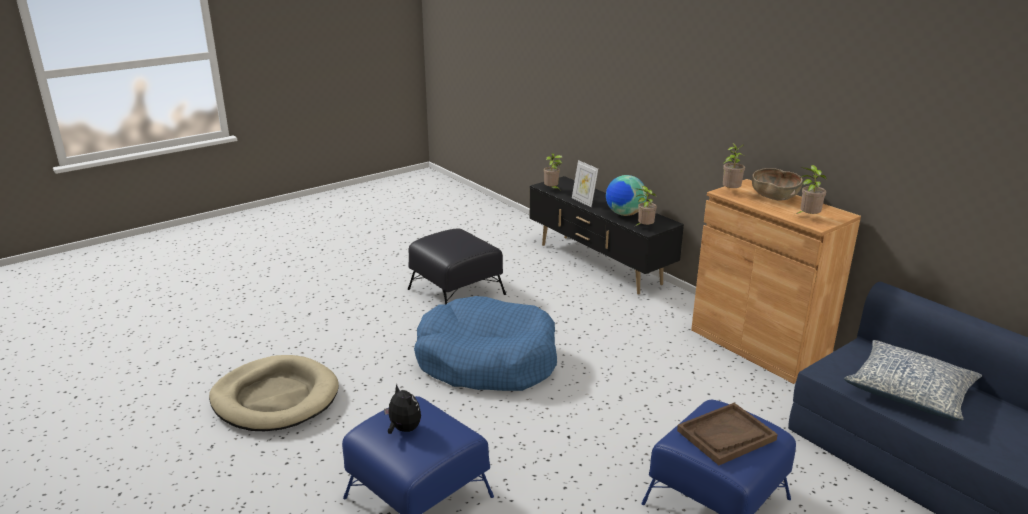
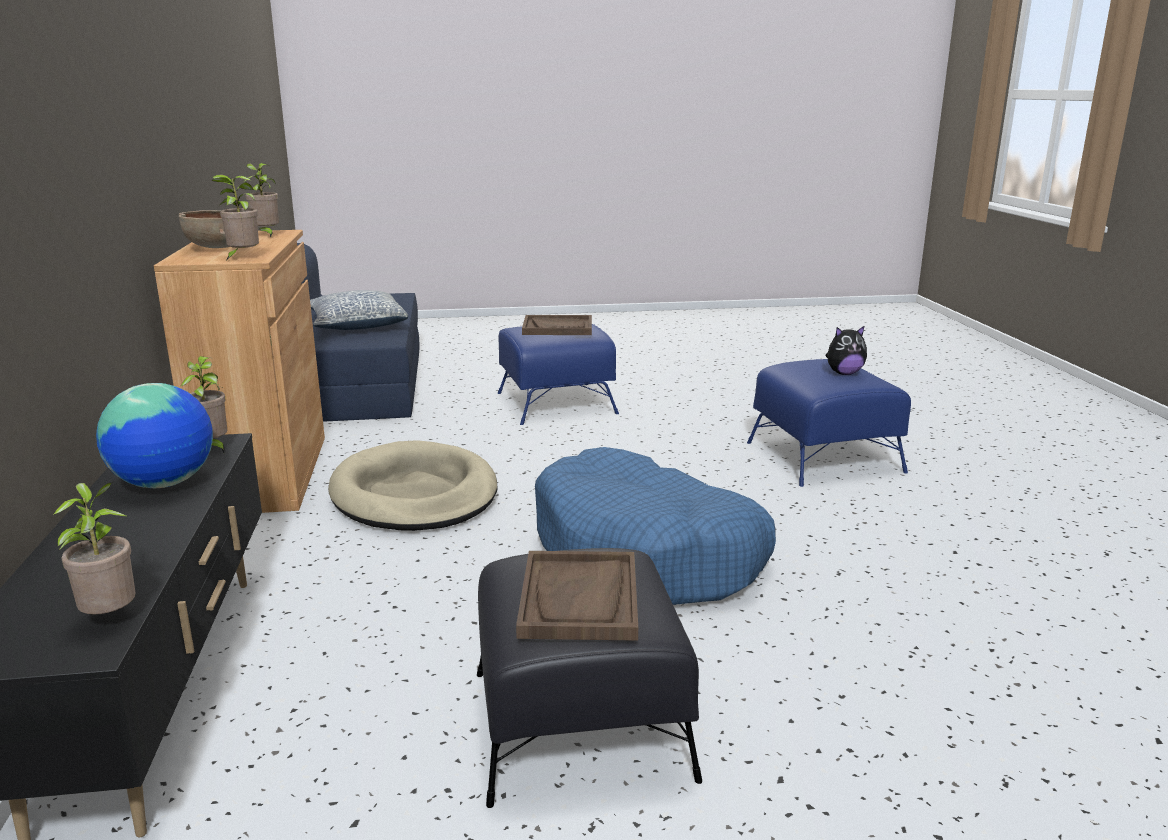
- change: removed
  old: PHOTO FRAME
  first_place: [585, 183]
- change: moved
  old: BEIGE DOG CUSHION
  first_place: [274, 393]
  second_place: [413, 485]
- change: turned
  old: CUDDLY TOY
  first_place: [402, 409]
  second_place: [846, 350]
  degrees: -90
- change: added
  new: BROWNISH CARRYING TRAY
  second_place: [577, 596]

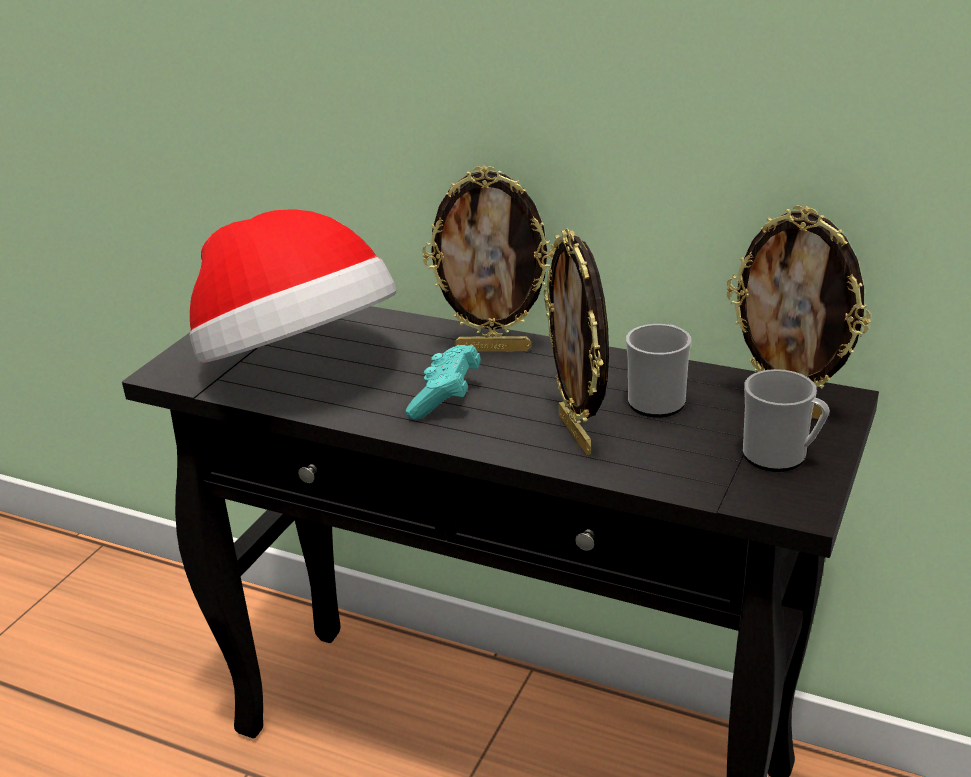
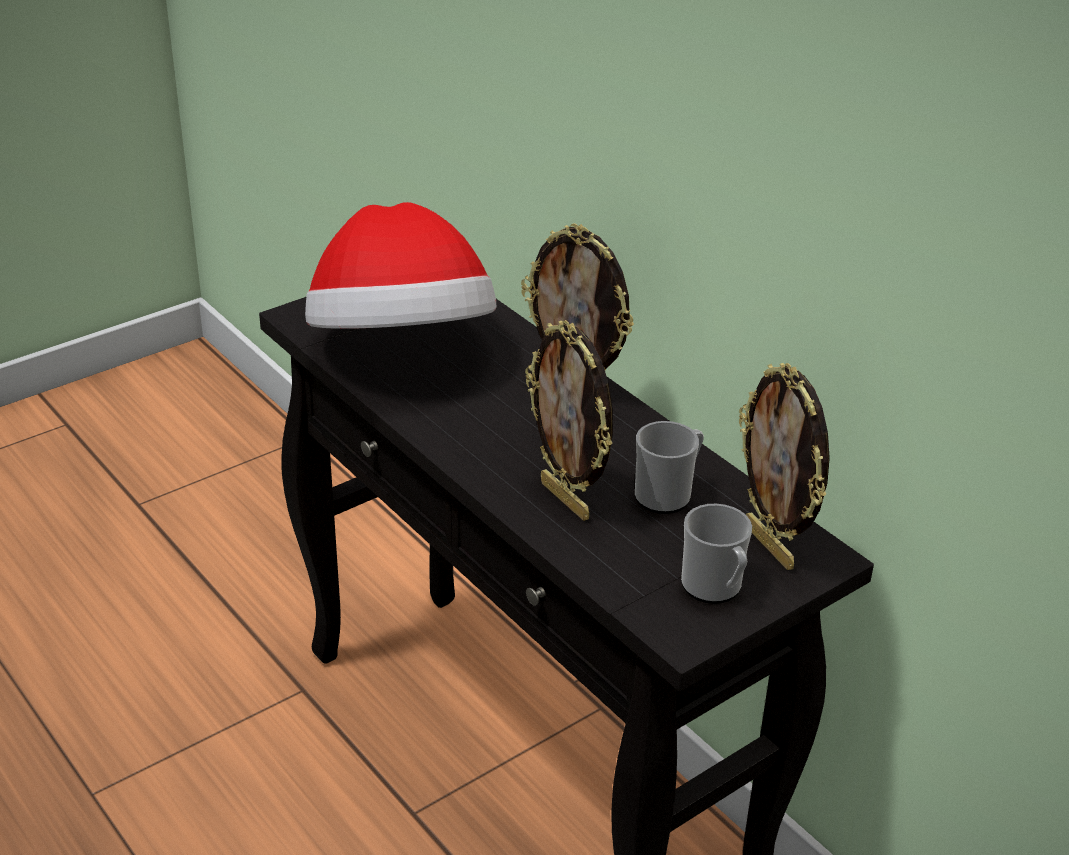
- change: turned
  old: PHOTO FRAME
  first_place: [576, 342]
  second_place: [569, 420]
  degrees: -45
- change: removed
  old: TURQUOISE GAMEPAD
  first_place: [443, 382]

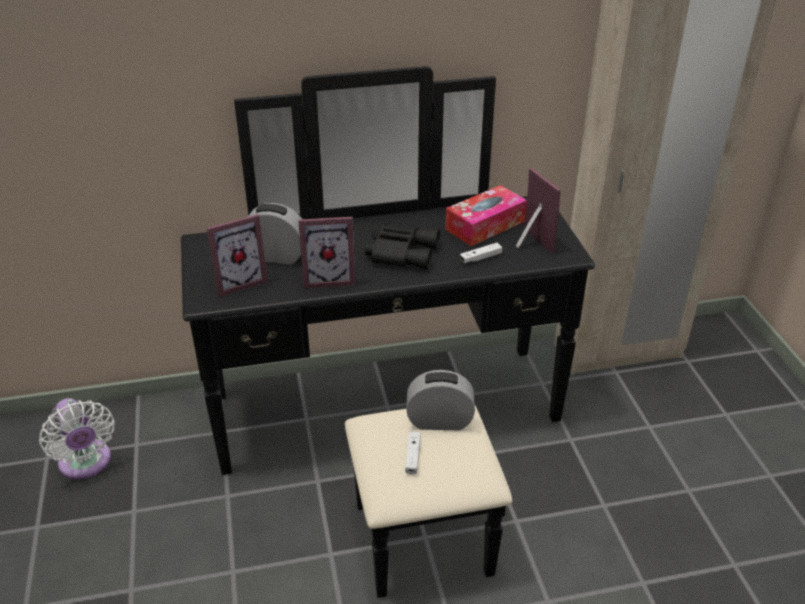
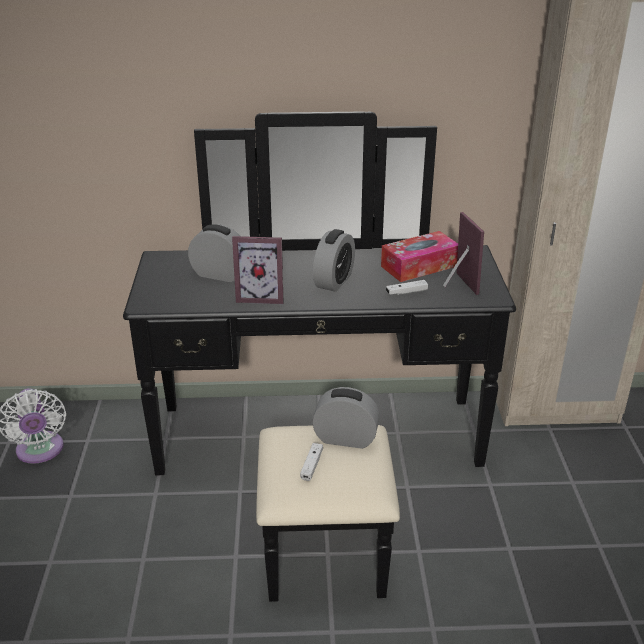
- change: removed
  old: PHOTO FRAME
  first_place: [237, 255]
- change: replaced
  old: BLACKISH BINOCULARS
  new: BEDSIDE CLOCK
  first_place: [402, 246]
  second_place: [334, 260]

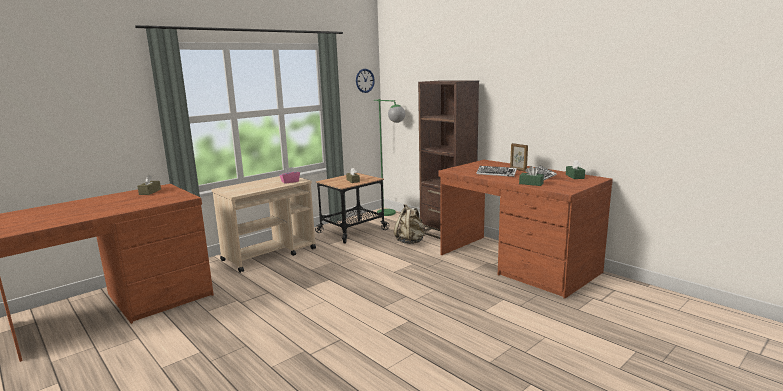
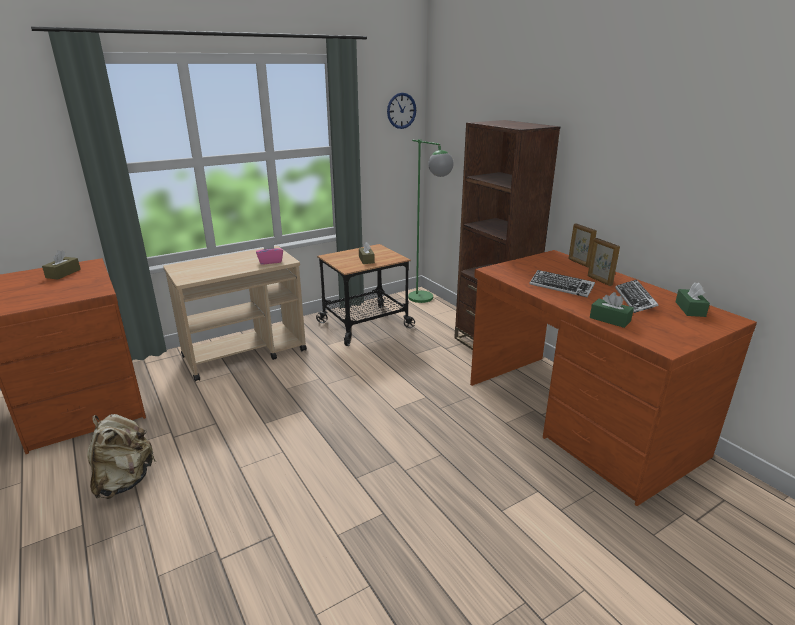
- change: moved
  old: BEIGE RUCKSACK
  first_place: [409, 224]
  second_place: [121, 456]
- change: added
  new: PHOTO FRAME
  second_place: [582, 245]

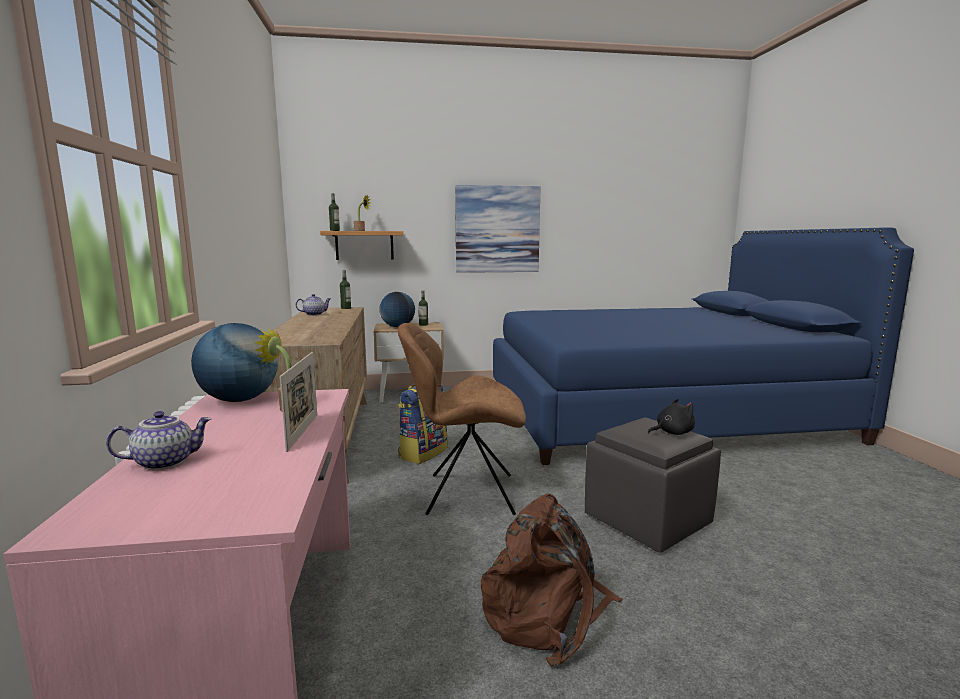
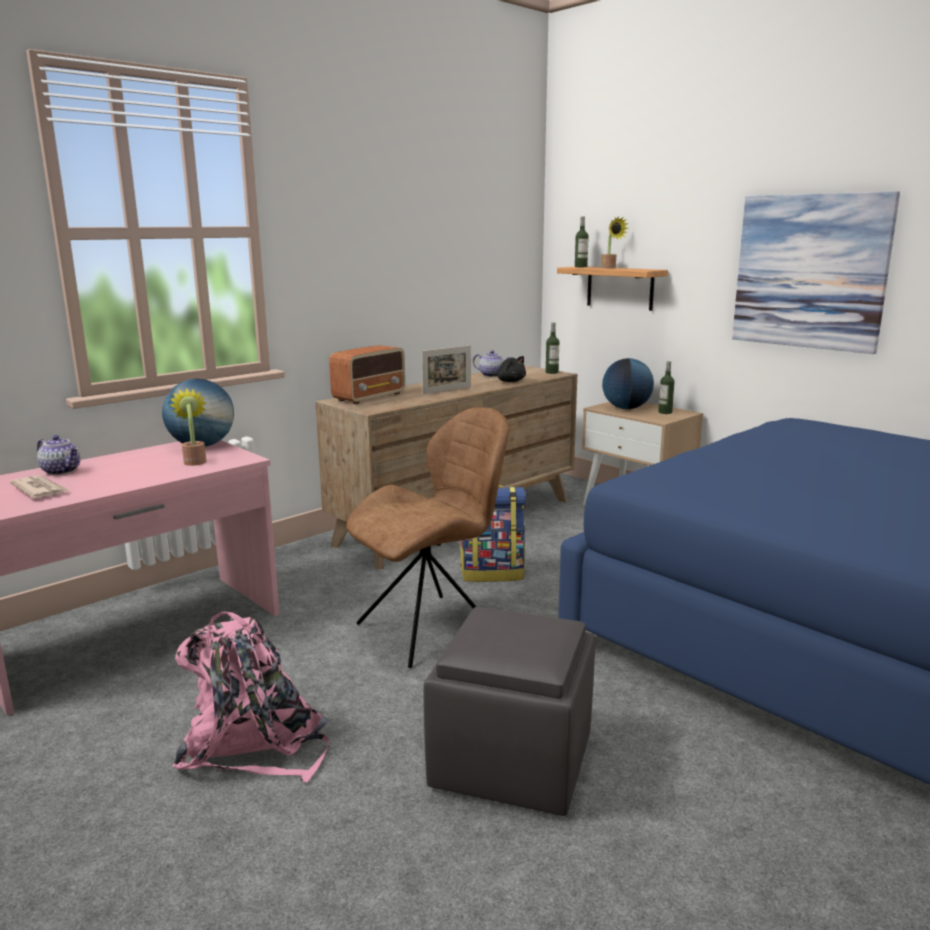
- change: turned
  old: BROWNISH UPRIGHT CHAIR
  first_place: [462, 419]
  second_place: [427, 537]
  degrees: 90
- change: moved
  old: PHOTO FRAME
  first_place: [298, 402]
  second_place: [446, 369]
- change: moved
  old: BLACKISH CUDDLY TOY
  first_place: [671, 417]
  second_place: [508, 369]
- change: recoloured
  old: BROWNISH RUCKSACK
  new: PINK-COLOURED RUCKSACK
  first_place: [551, 580]
  second_place: [250, 697]
- change: added
  new: RADIO RECEIVER
  second_place: [367, 374]
- change: added
  new: PRINTED PAPER
  second_place: [40, 486]

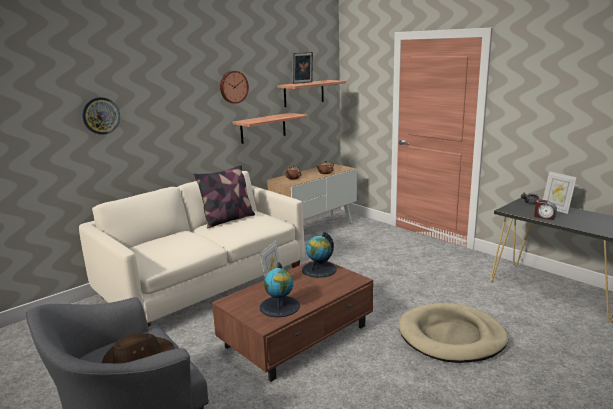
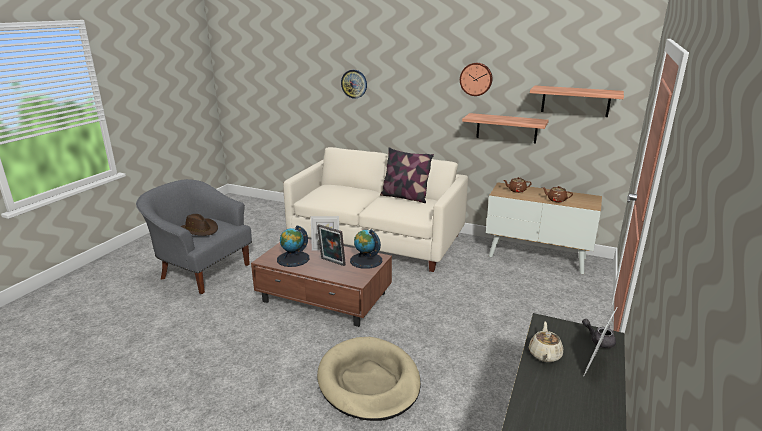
- change: moved
  old: PHOTO FRAME
  first_place: [303, 68]
  second_place: [331, 245]
- change: replaced
  old: BEDSIDE CLOCK
  new: BEIGE TEAPOT
  first_place: [545, 209]
  second_place: [546, 342]

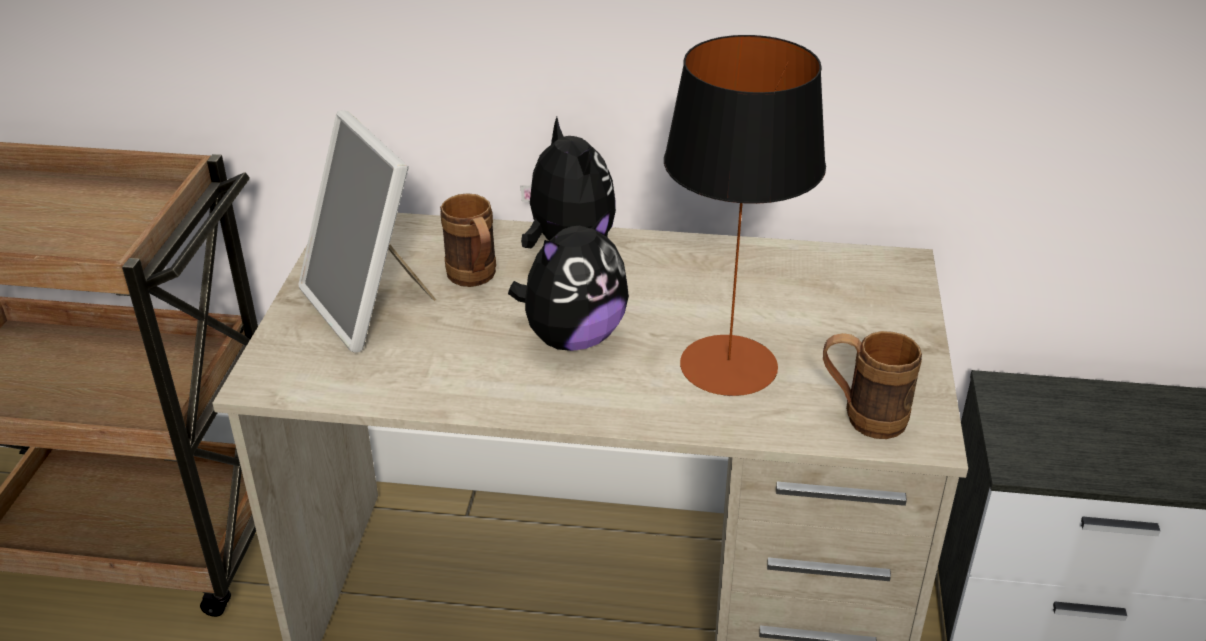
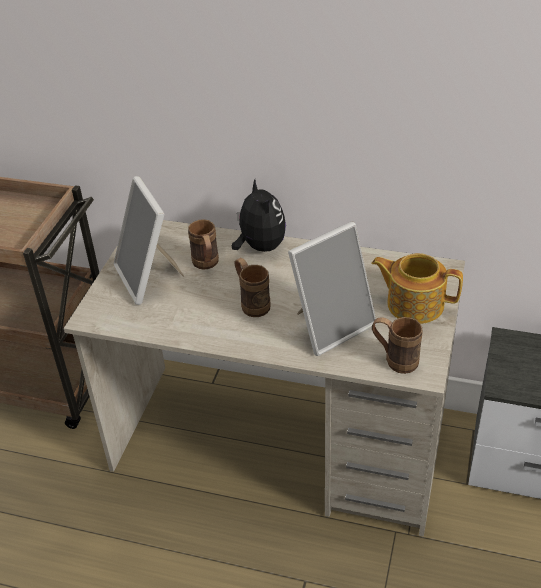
- change: replaced
  old: TABLE LAMP
  new: PHOTO FRAME
  first_place: [745, 215]
  second_place: [332, 289]
- change: replaced
  old: CUDDLY TOY
  new: BROWNISH MUG
  first_place: [568, 280]
  second_place: [252, 287]
- change: added
  new: TEAPOT
  second_place: [417, 288]

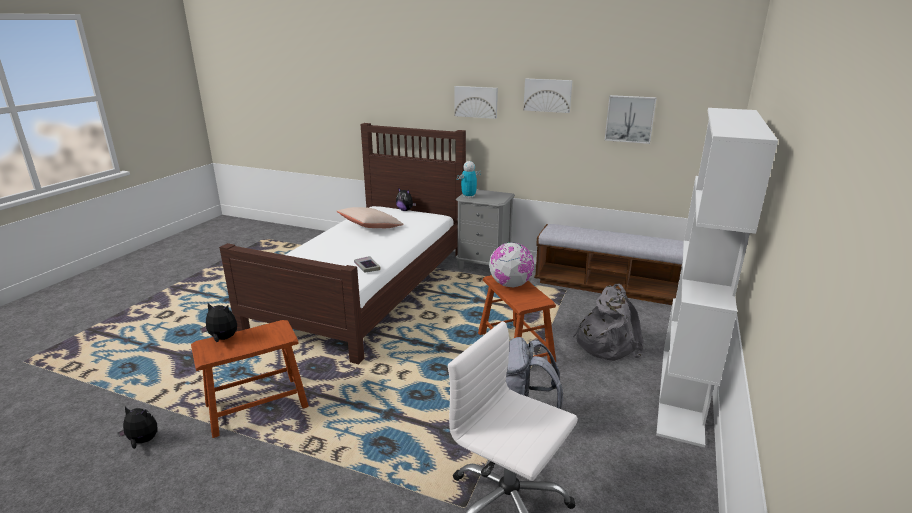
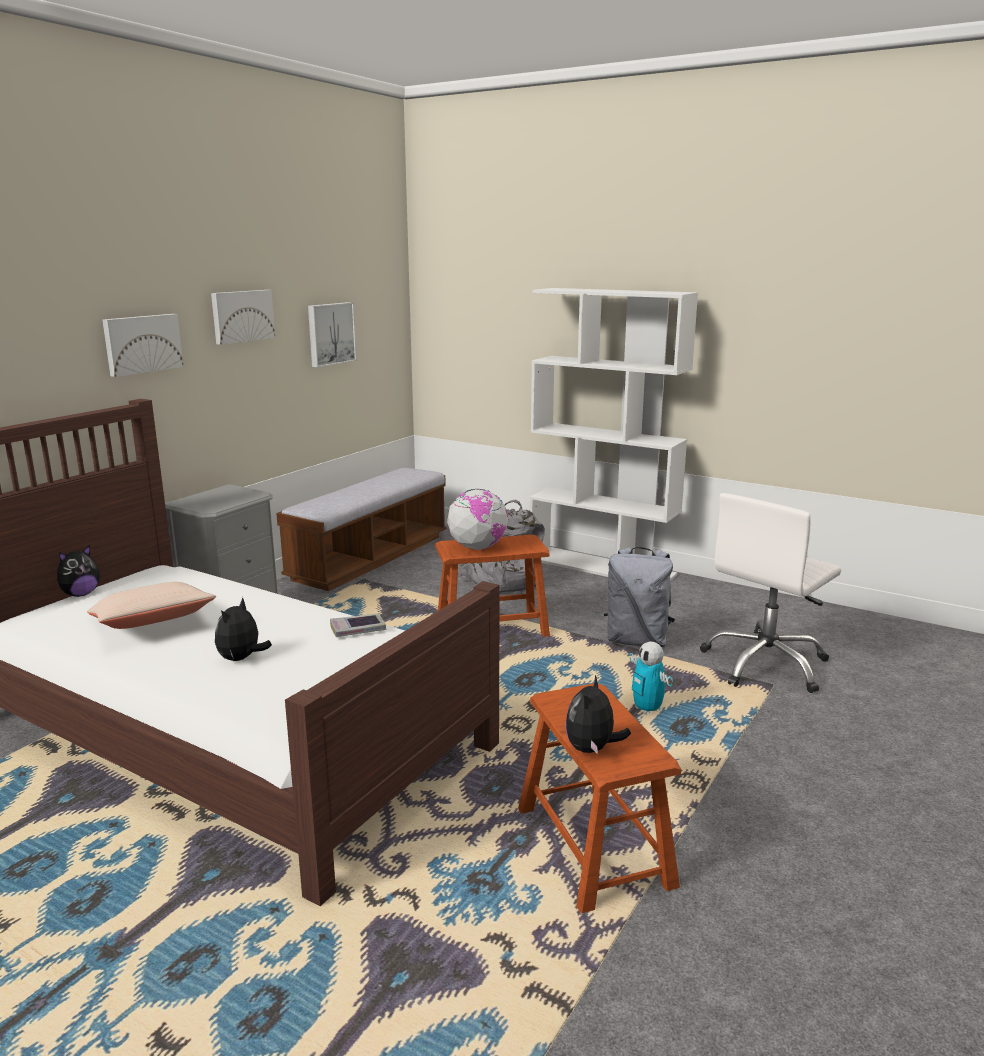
- change: moved
  old: TOY ROBOT
  first_place: [469, 180]
  second_place: [651, 678]
- change: moved
  old: CUDDLY TOY
  first_place: [137, 427]
  second_place: [243, 629]

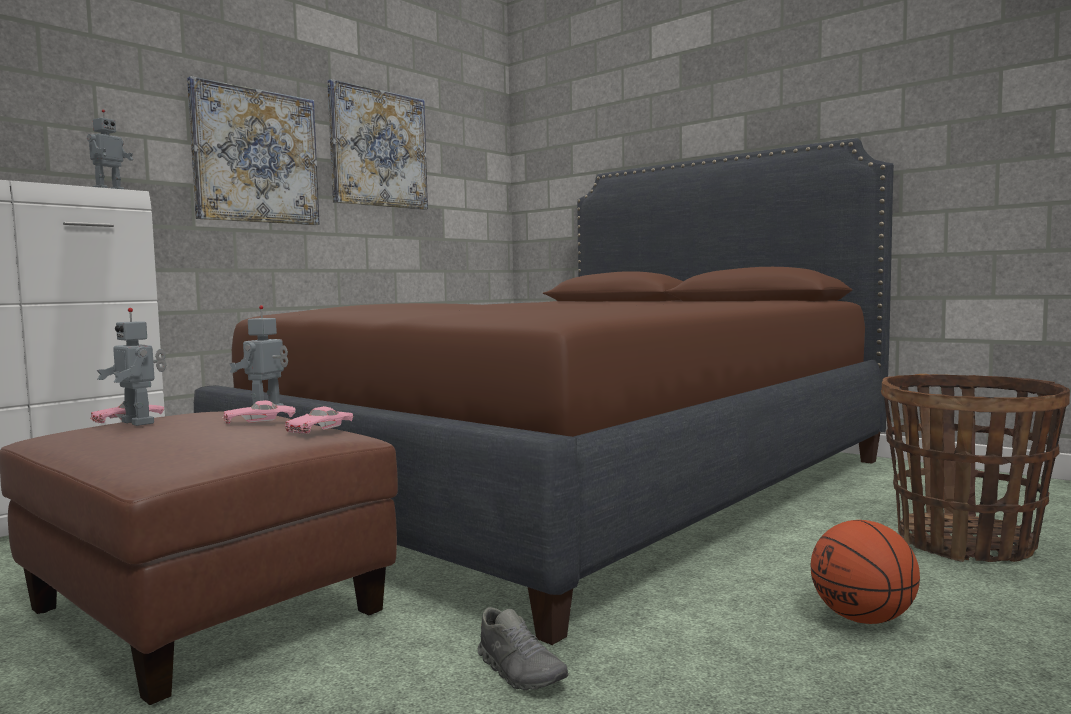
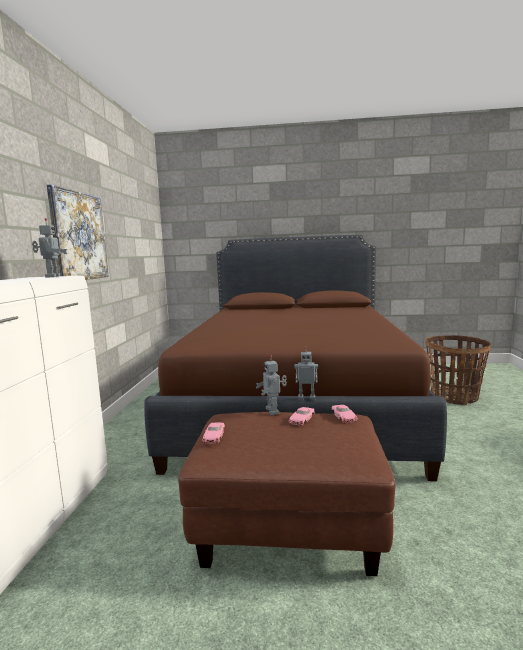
- change: removed
  old: PICTURE
  first_place: [377, 144]
- change: moved
  old: TOY ROBOT
  first_place: [131, 367]
  second_place: [306, 373]
- change: removed
  old: BASKETBALL BALL
  first_place: [865, 572]
- change: removed
  old: GREY SHOE
  first_place: [523, 648]

